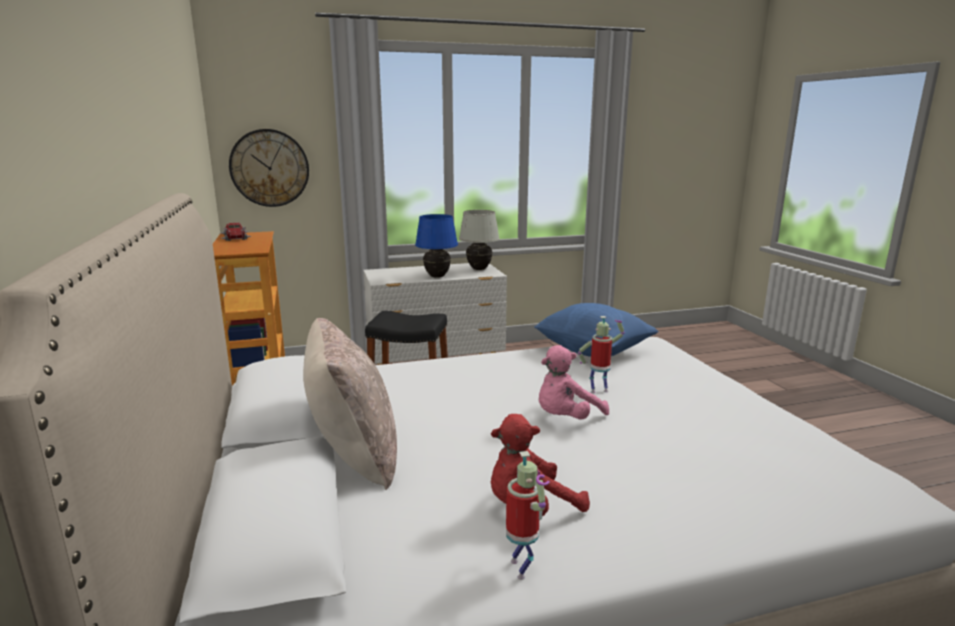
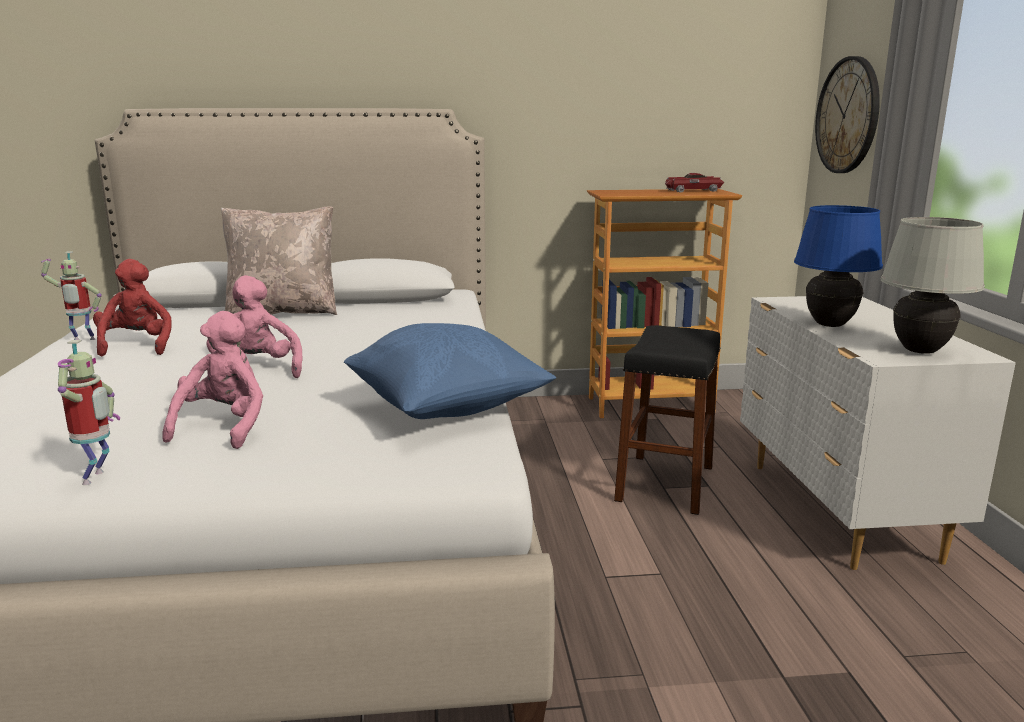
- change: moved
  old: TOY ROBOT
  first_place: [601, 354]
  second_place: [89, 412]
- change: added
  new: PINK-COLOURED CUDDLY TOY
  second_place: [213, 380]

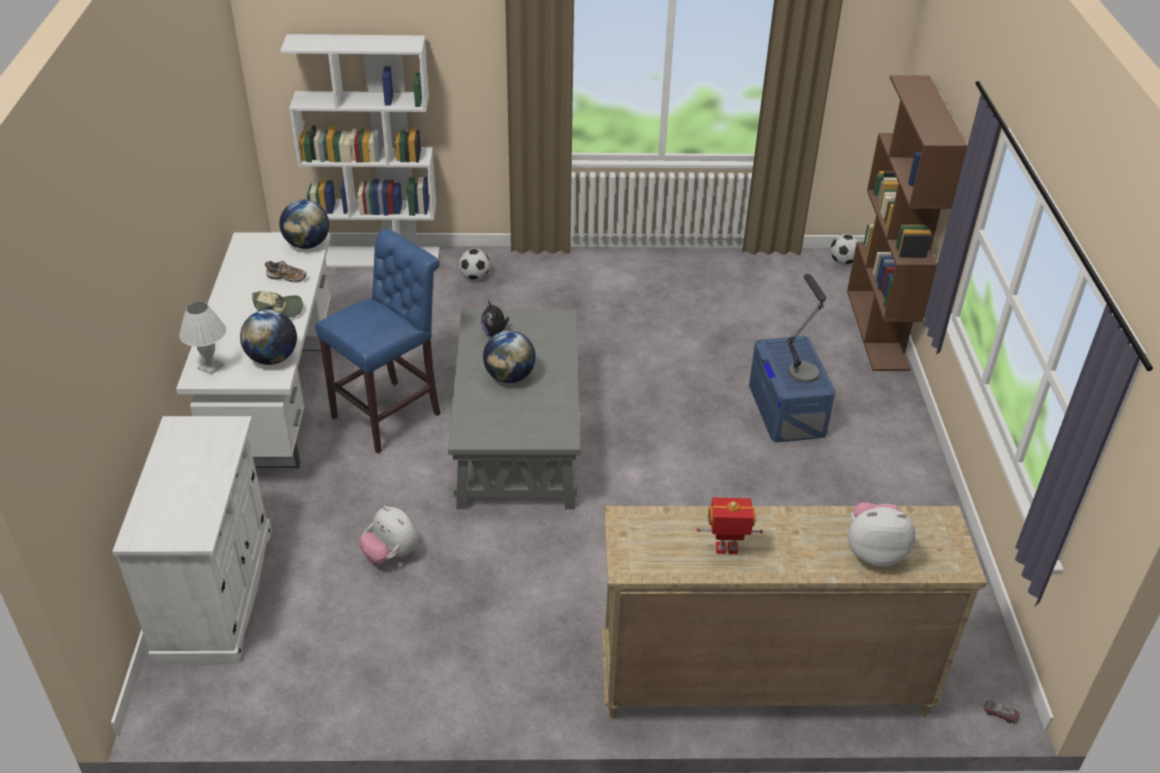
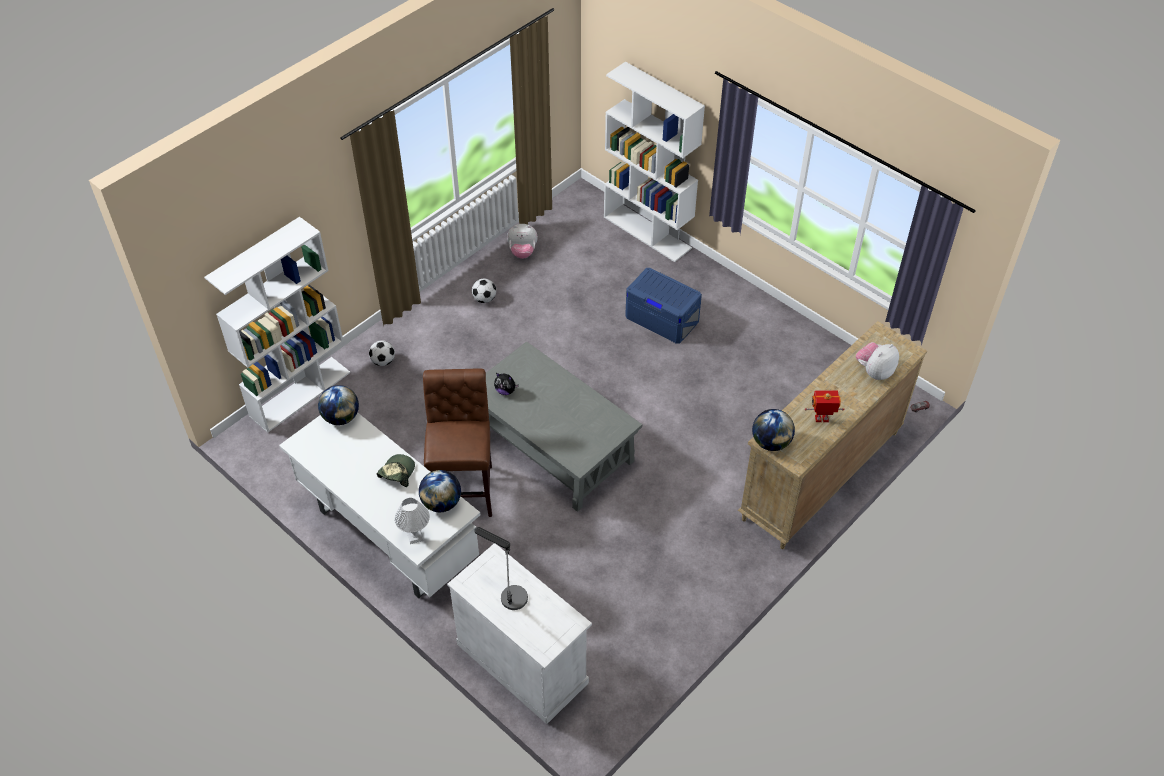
- change: recoloured
  old: BROWNISH SHELVING UNIT
  new: WHITE-COLOURED SHELVING UNIT
  first_place: [907, 223]
  second_place: [654, 162]
- change: recoloured
  old: BLUE-COLOURED STOOL SEAT
  new: BROWNISH STOOL SEAT
  first_place: [378, 341]
  second_place: [457, 443]
- change: moved
  old: FOOTBALL BALL
  first_place: [844, 249]
  second_place: [484, 290]
- change: removed
  old: SHOE
  first_place: [286, 272]
- change: moved
  old: TABLE LAMP
  first_place: [806, 328]
  second_place: [501, 568]
- change: moved
  old: DESK GLOBE
  first_place: [509, 357]
  second_place: [773, 430]
- change: turned
  old: TOY ROBOT
  first_place: [730, 525]
  second_place: [824, 406]
  degrees: 45
- change: moved
  old: CUDDLY TOY
  first_place: [388, 535]
  second_place: [522, 241]

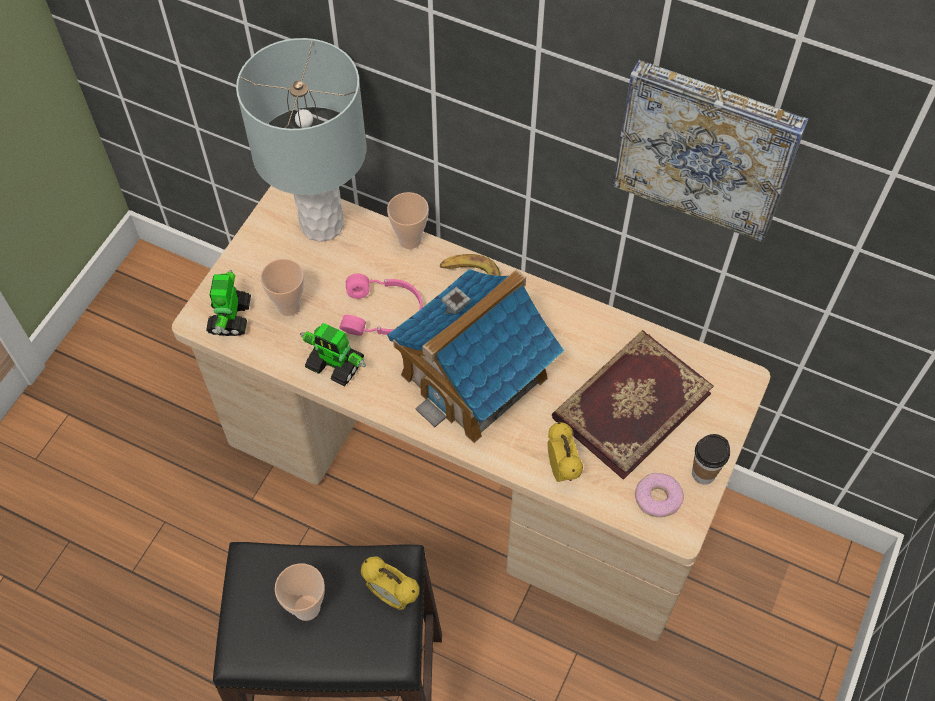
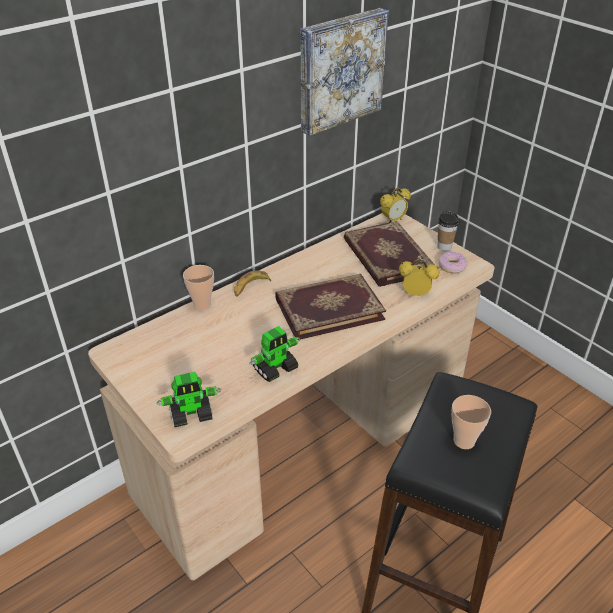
- change: removed
  old: GREY TABLE LAMP
  first_place: [301, 140]
- change: removed
  old: CUP
  first_place: [282, 287]
- change: replaced
  old: MODEL HOUSE
  new: BOOK
  first_place: [475, 356]
  second_place: [330, 307]
- change: turned
  old: TOY ROBOT
  first_place: [228, 303]
  second_place: [189, 399]
  degrees: -45
- change: removed
  old: PINK-COLOURED HEADSET
  first_place: [381, 304]
- change: moved
  old: BEDSIDE CLOCK
  first_place: [390, 583]
  second_place: [395, 205]

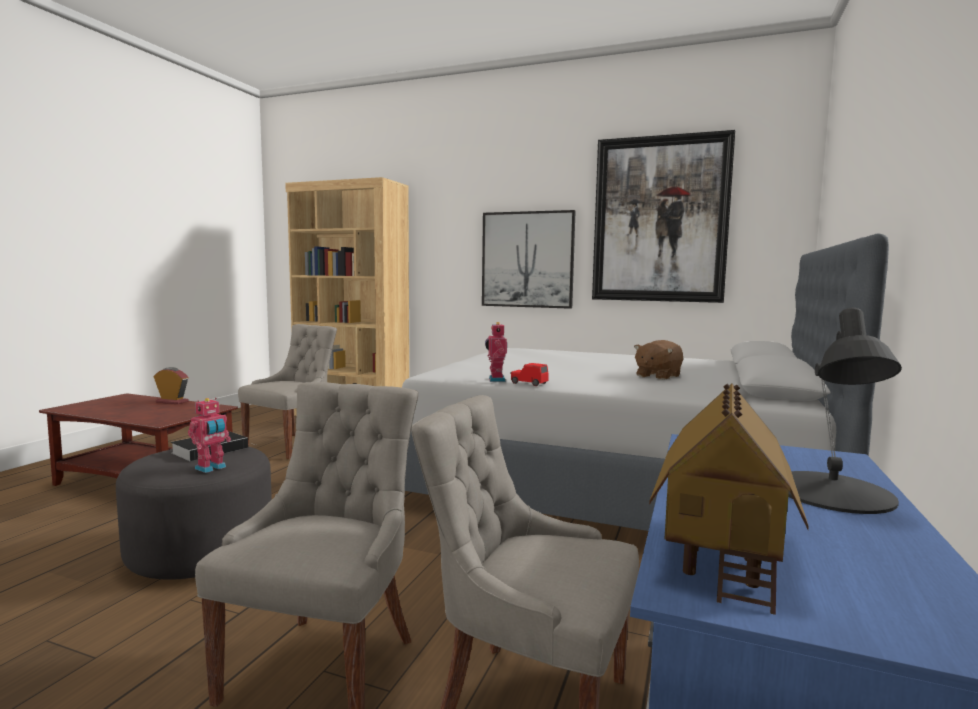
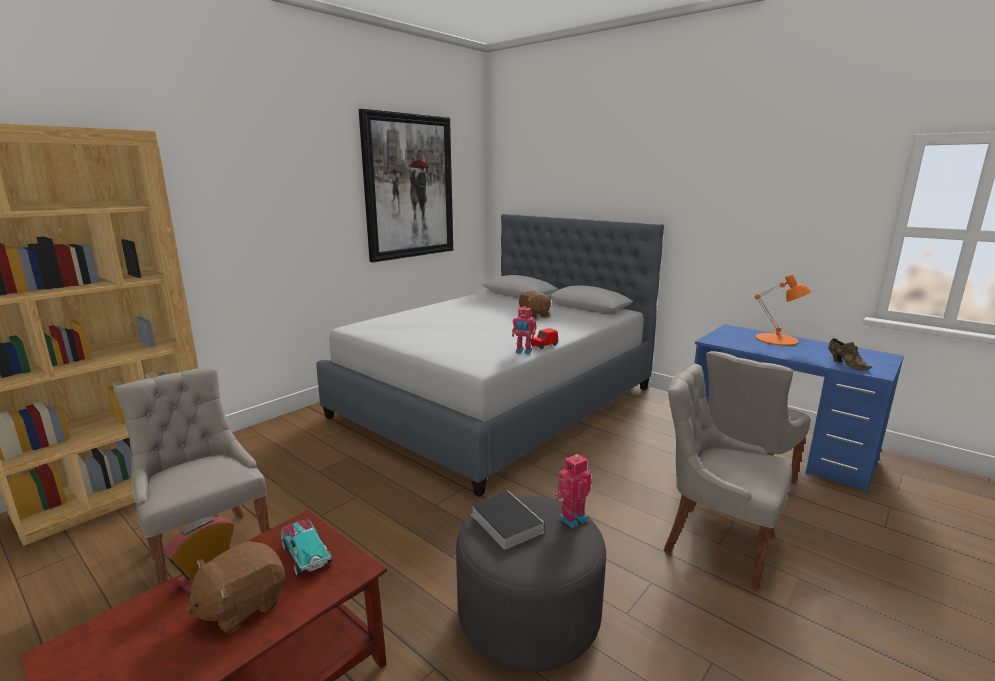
- change: removed
  old: PICTURE
  first_place: [529, 259]
- change: recoloured
  old: BLACKISH TABLE LAMP
  new: ORANGEY TABLE LAMP
  first_place: [845, 411]
  second_place: [783, 310]
- change: replaced
  old: MODEL HOUSE
  new: BROWNISH SHOE
  first_place: [729, 499]
  second_place: [850, 354]
- change: turned
  old: TOY ROBOT
  first_place: [209, 435]
  second_place: [574, 491]
  degrees: -90
- change: added
  new: MINIATURE CAR
  second_place: [306, 548]
- change: added
  new: BROWNISH CUDDLY TOY
  second_place: [235, 587]

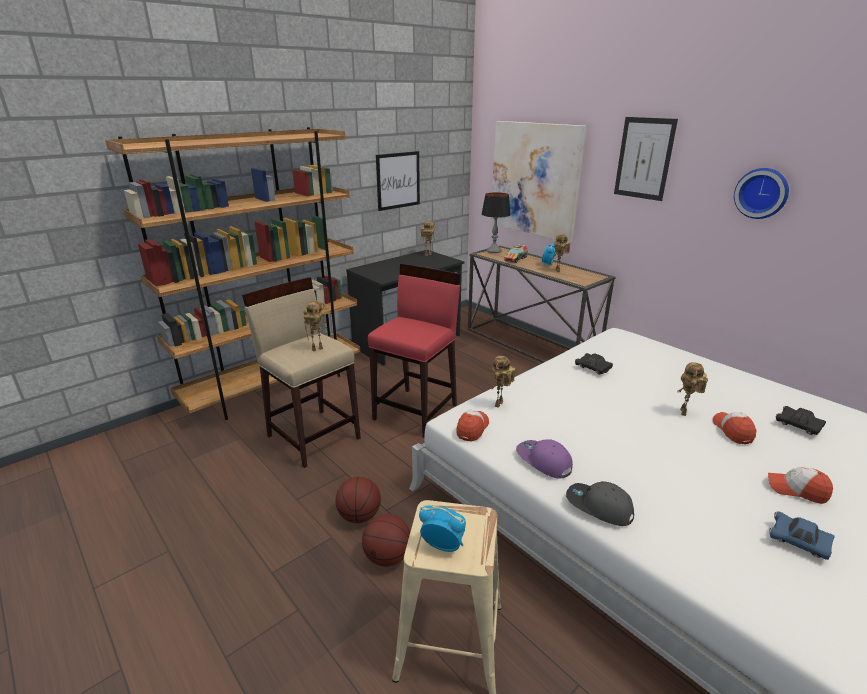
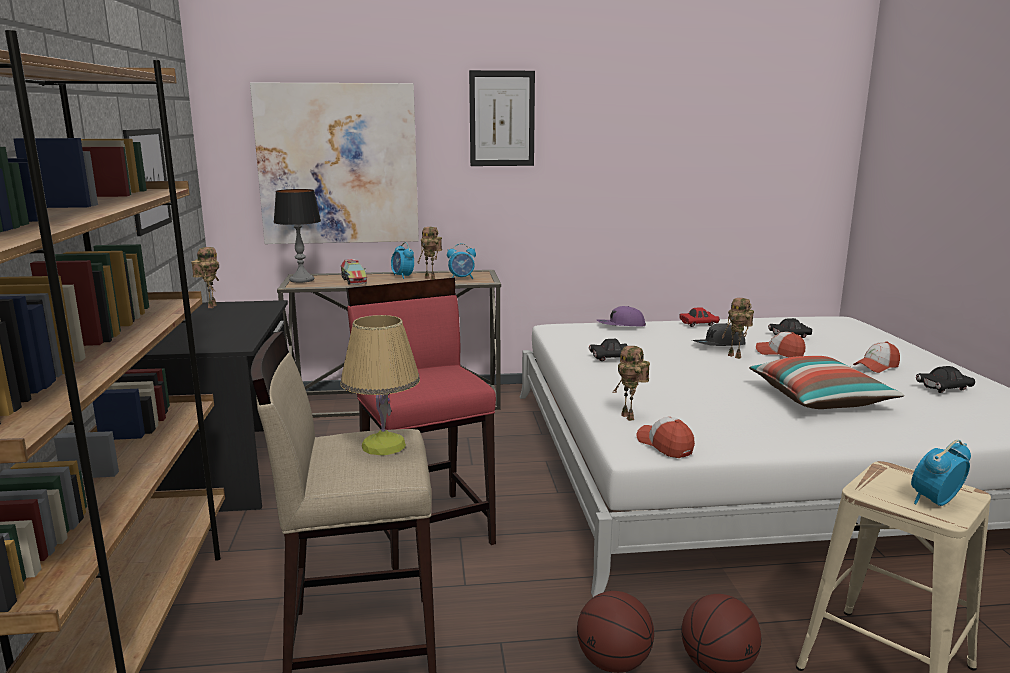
- change: removed
  old: HANGING CLOCK
  first_place: [761, 193]
- change: replaced
  old: TOY ROBOT
  new: TABLE LAMP
  first_place: [315, 326]
  second_place: [380, 385]
- change: moved
  old: PURPLE-COLOURED BASEBALL CAP
  first_place: [544, 459]
  second_place: [621, 316]
- change: moved
  old: GREY BASEBALL CAP
  first_place: [600, 503]
  second_place: [719, 334]
- change: recoloured
  old: BLUE-COLOURED MINIATURE CAR
  new: BLACKISH MINIATURE CAR
  first_place: [801, 535]
  second_place: [945, 379]
- change: added
  new: BEDSIDE CLOCK
  second_place: [461, 261]
- change: added
  new: REDDISH MINIATURE CAR
  second_place: [699, 317]
- change: added
  new: PILLOW
  second_place: [826, 382]

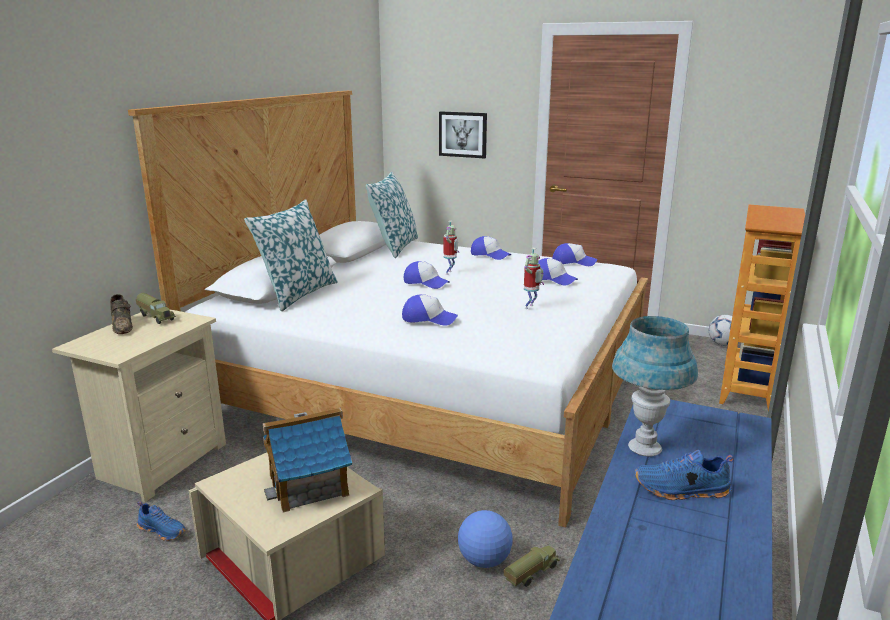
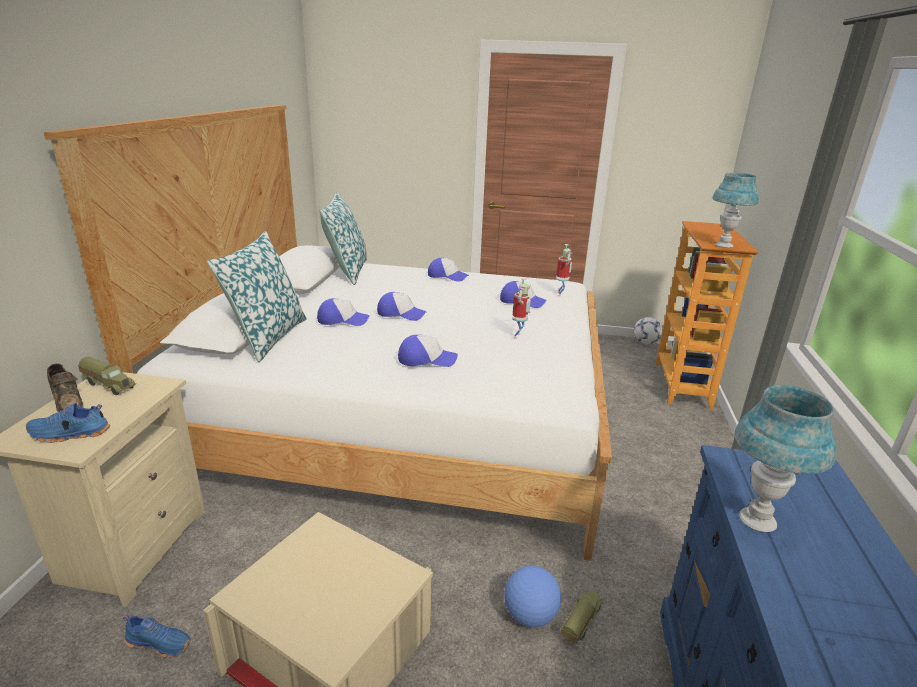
- change: removed
  old: PICTURE
  first_place: [463, 135]
- change: moved
  old: TOY ROBOT
  first_place: [451, 248]
  second_place: [564, 270]
- change: moved
  old: BASEBALL CAP
  first_place: [574, 254]
  second_place: [343, 312]
- change: removed
  old: MODEL HOUSE
  first_place: [307, 460]
- change: moved
  old: BLUE-COLOURED SHOE
  first_place: [684, 475]
  second_place: [68, 423]
- change: added
  new: BLUE-COLOURED TABLE LAMP
  second_place: [735, 210]

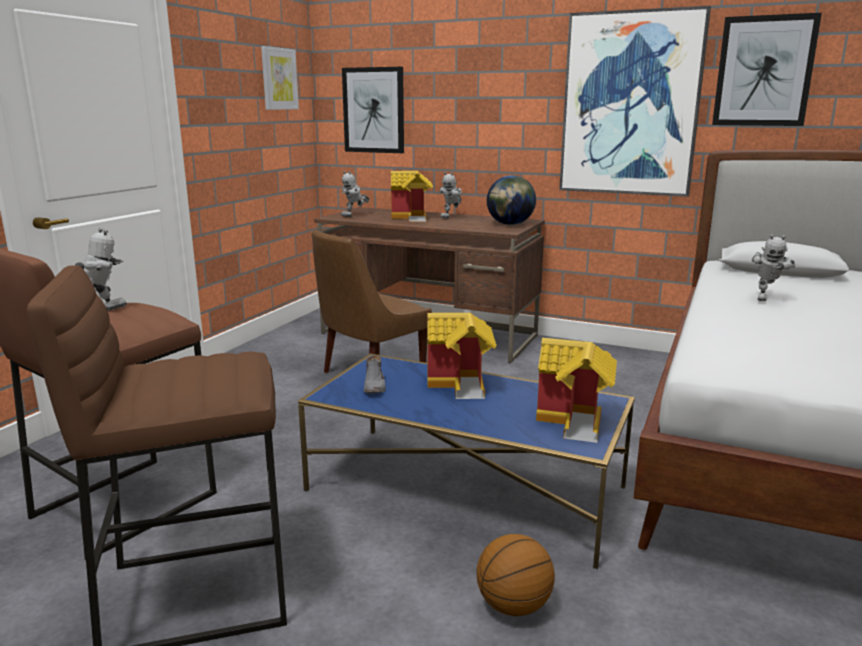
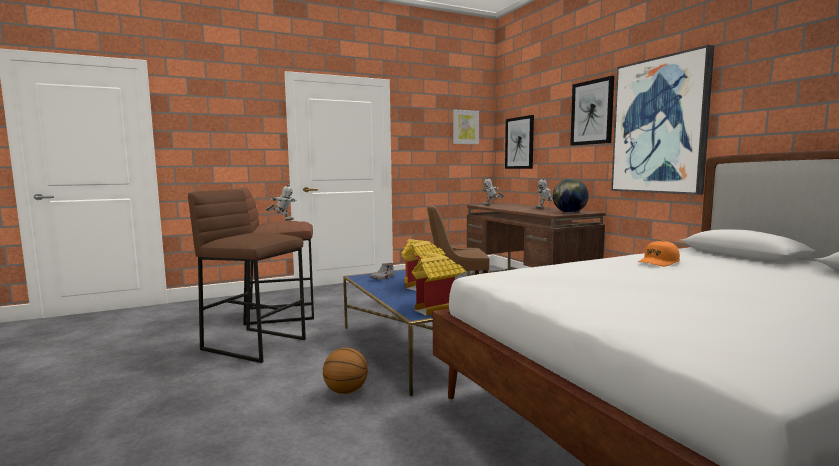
- change: moved
  old: PICTURE
  first_place: [767, 69]
  second_place: [592, 111]
- change: removed
  old: MODEL HOUSE
  first_place: [412, 196]
- change: replaced
  old: TOY ROBOT
  new: ORANGEY BASEBALL CAP
  first_place: [773, 267]
  second_place: [659, 253]

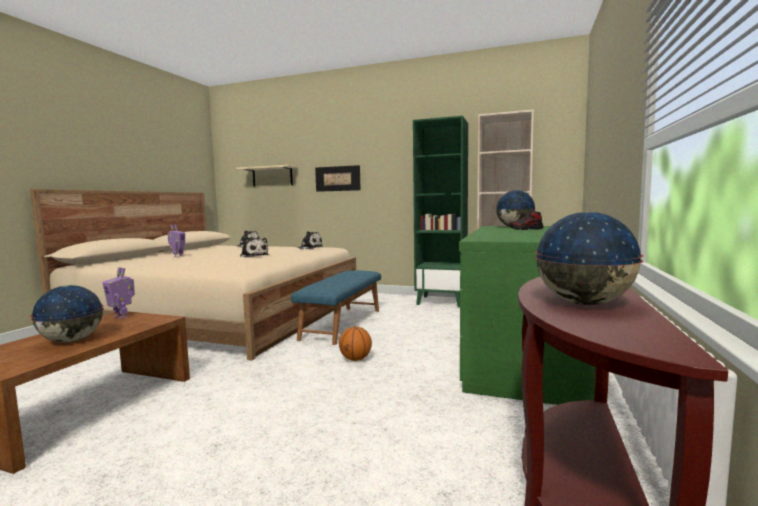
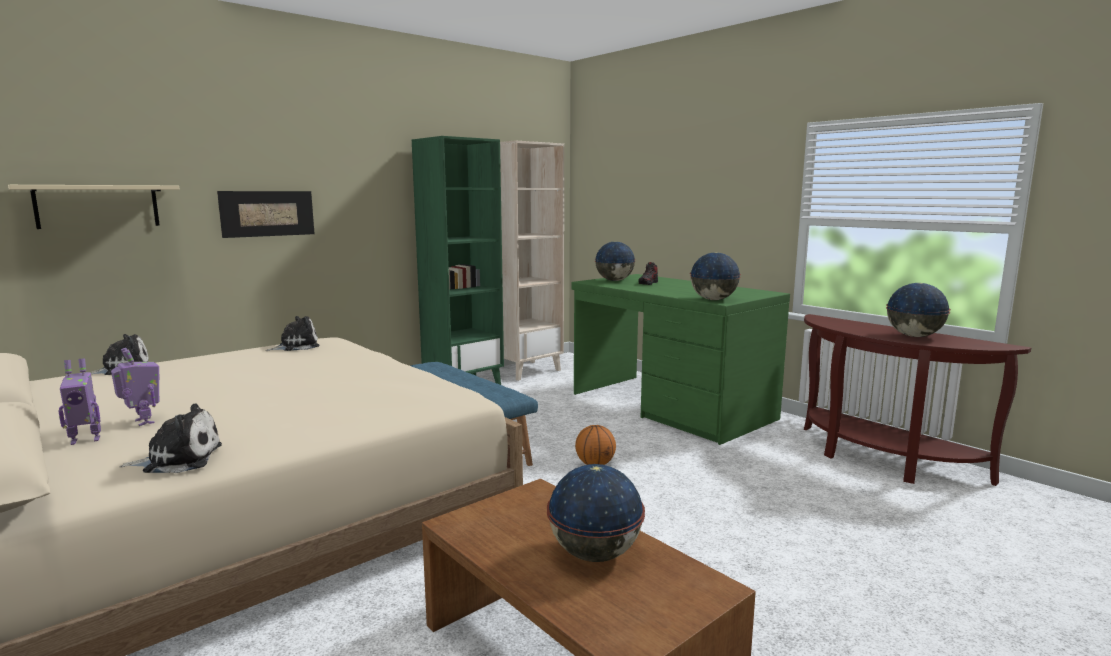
- change: moved
  old: CUDDLY TOY
  first_place: [254, 247]
  second_place: [170, 438]
- change: moved
  old: TOY ROBOT
  first_place: [119, 293]
  second_place: [80, 401]
- change: added
  new: DESK GLOBE
  second_place: [715, 276]

